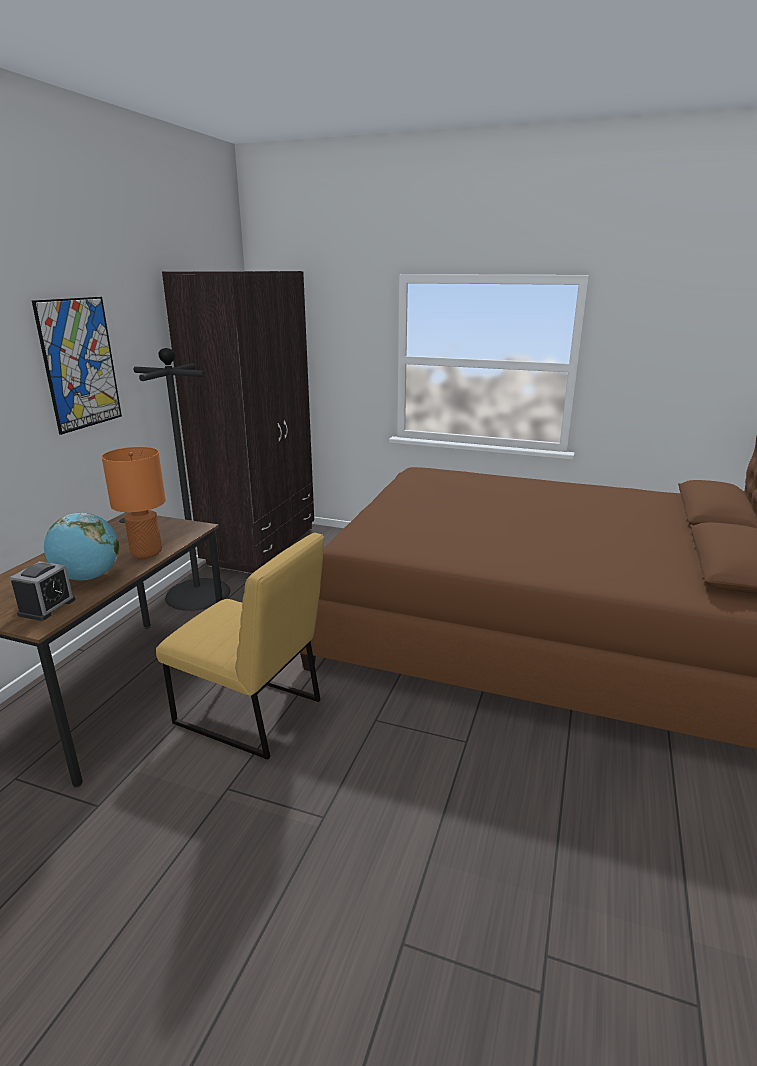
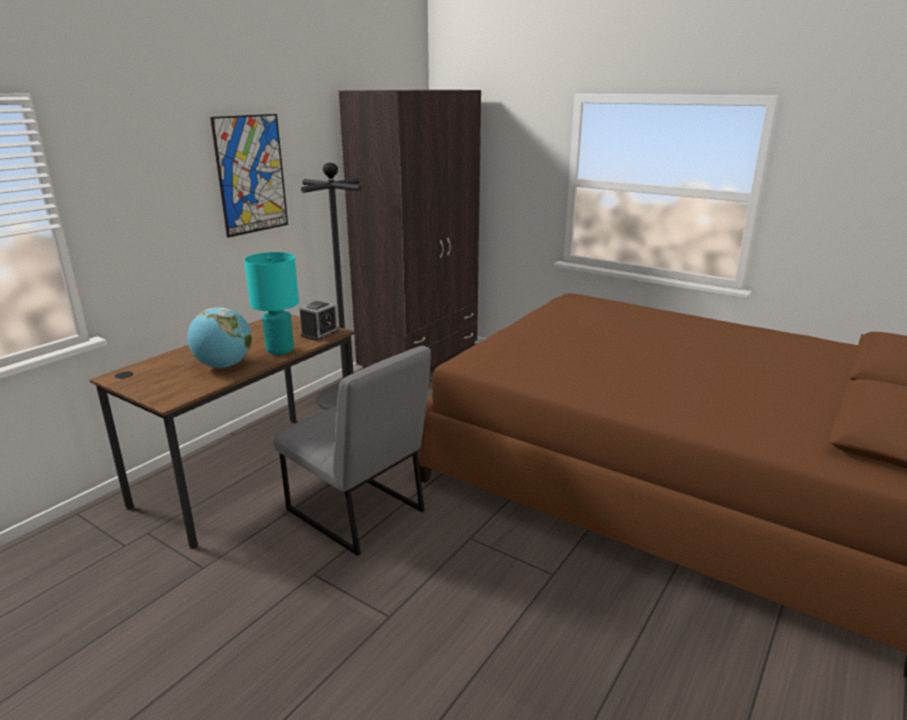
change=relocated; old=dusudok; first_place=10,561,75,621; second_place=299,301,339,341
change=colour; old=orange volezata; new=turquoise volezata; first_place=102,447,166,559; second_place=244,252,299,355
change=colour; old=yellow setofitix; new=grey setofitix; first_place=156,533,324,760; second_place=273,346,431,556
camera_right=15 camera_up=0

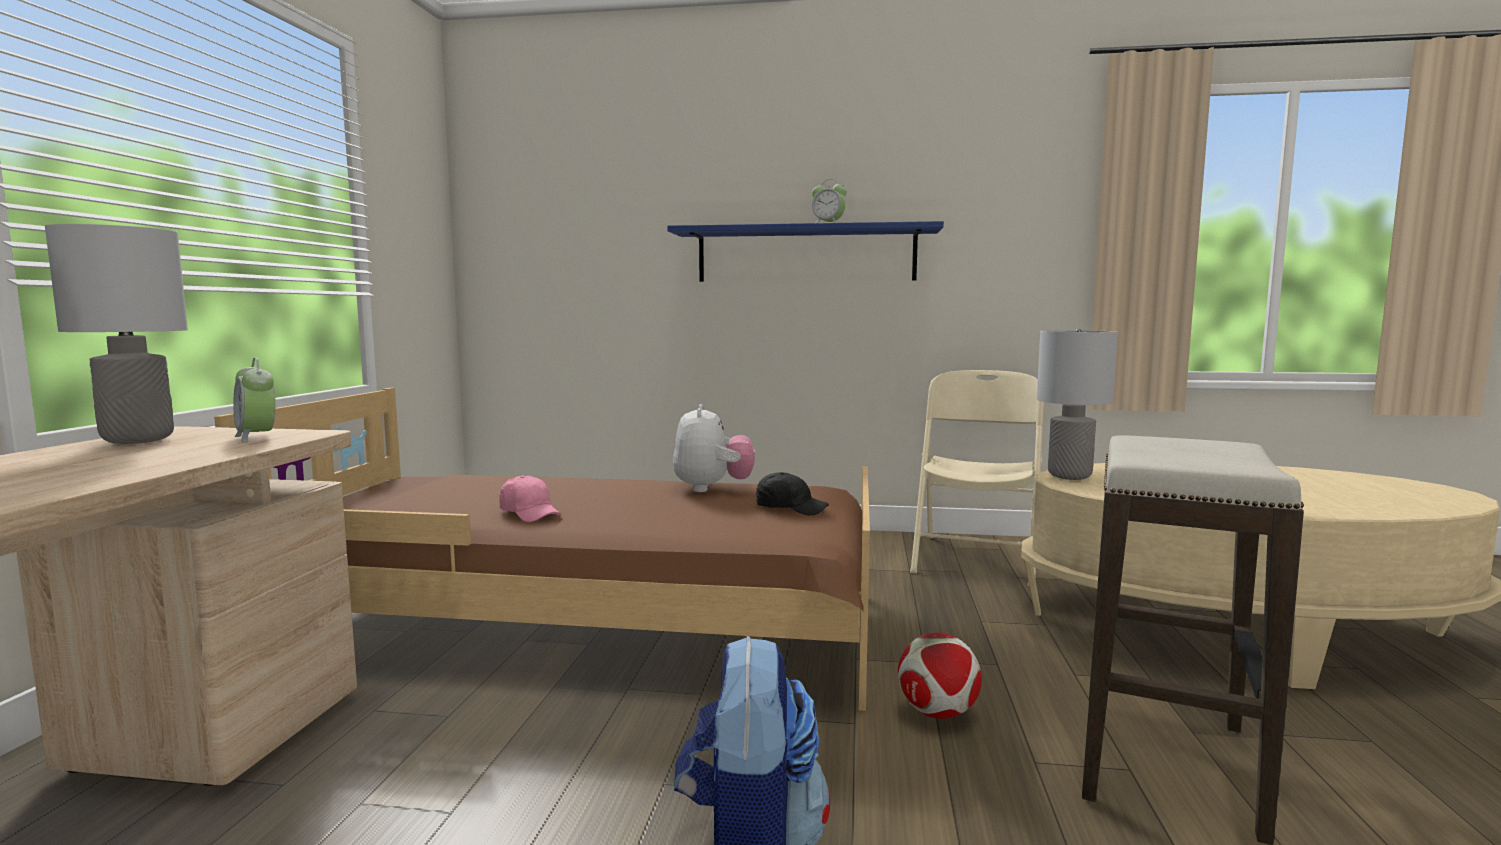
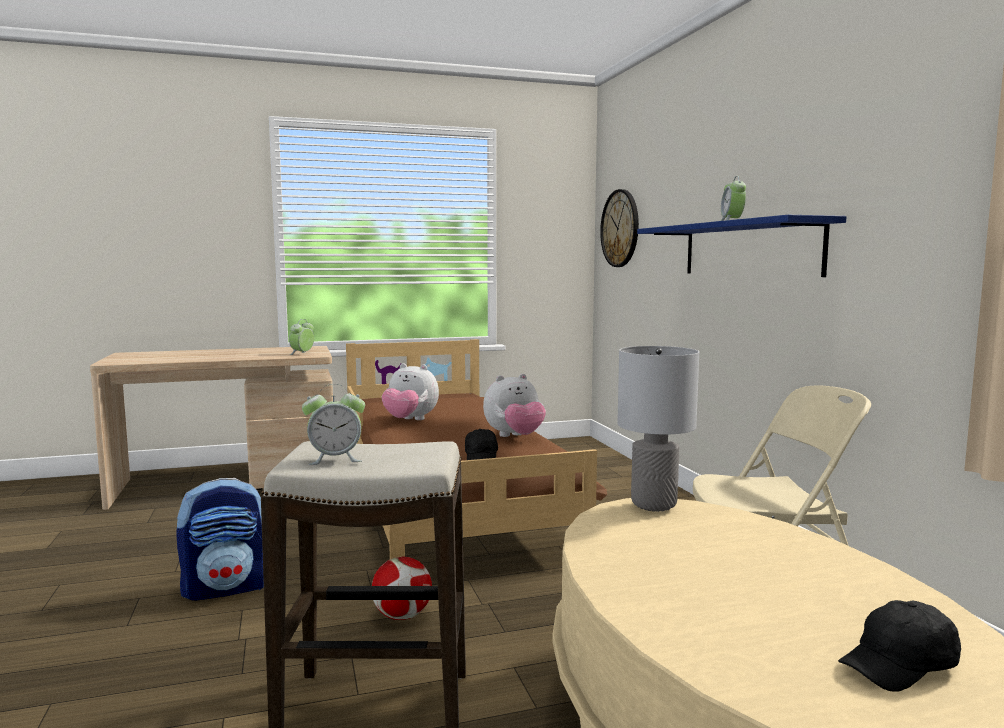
change=missing; old=grey volezata; first_place=45,224,188,444
change=appeared; new=dusudok; second_place=302,384,365,465
change=appeared; new=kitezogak; second_place=600,189,639,267
change=appeared; new=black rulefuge; second_place=838,600,961,692
change=exchanged; old=pink rulefuge; new=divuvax; first_place=499,476,561,522; second_place=382,363,439,420
camera_right=65 camera_up=0

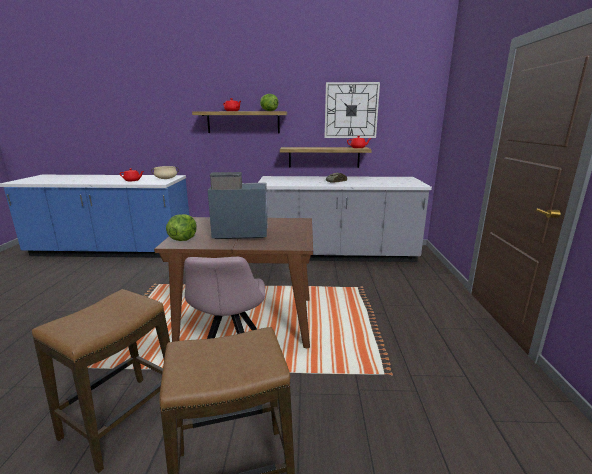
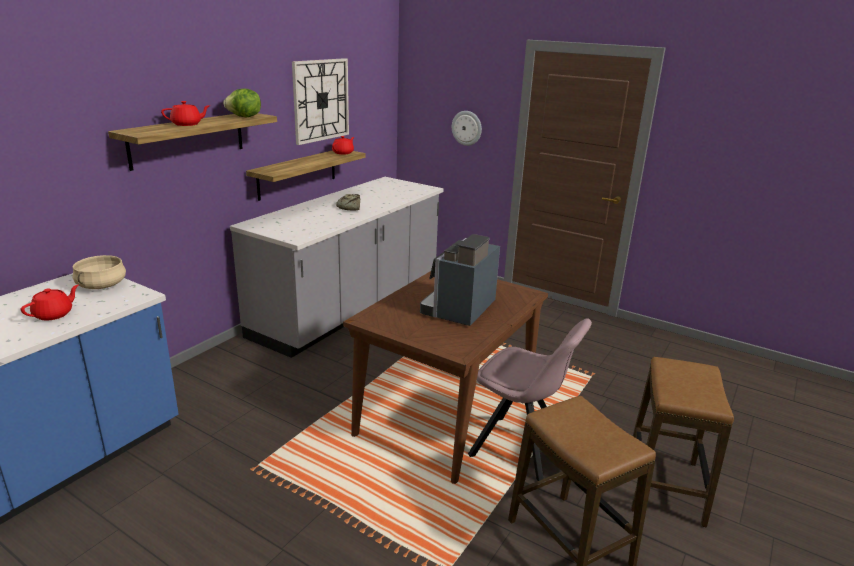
change=missing; old=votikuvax; first_place=166,214,197,241
change=appeared; new=kitezogak; second_place=452,111,482,146
camera_right=-60 camera_up=5

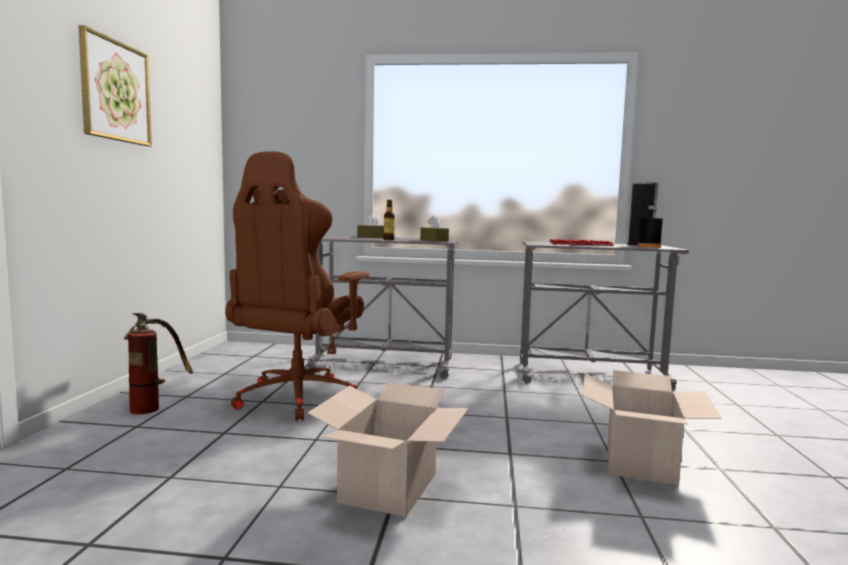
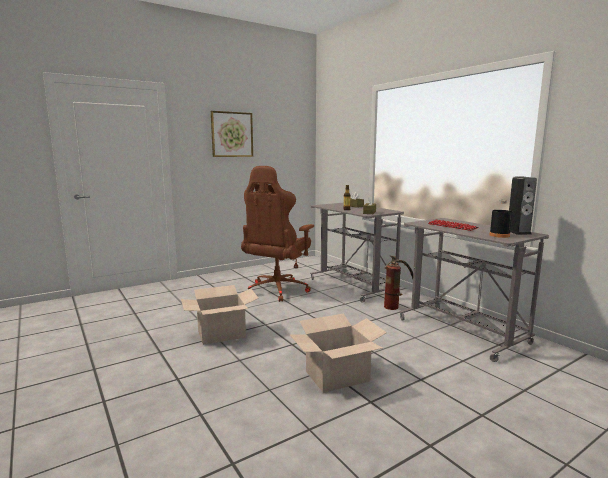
change=relocated; old=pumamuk; first_place=124,313,193,414; second_place=384,256,413,310
change=spun; old=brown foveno; first_place=225,151,370,421; second_place=241,166,314,302; degrees=-45
camera_right=50 camera_up=5

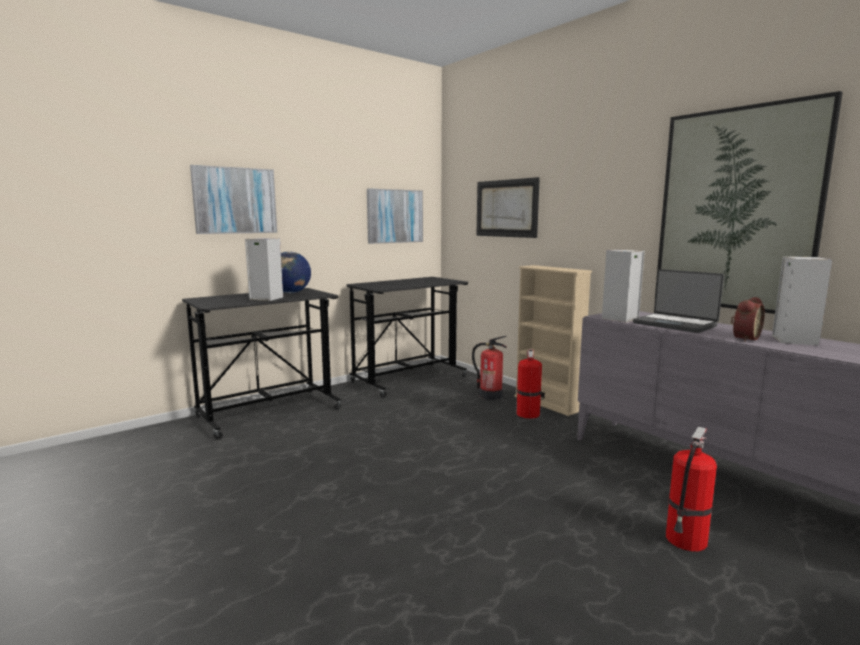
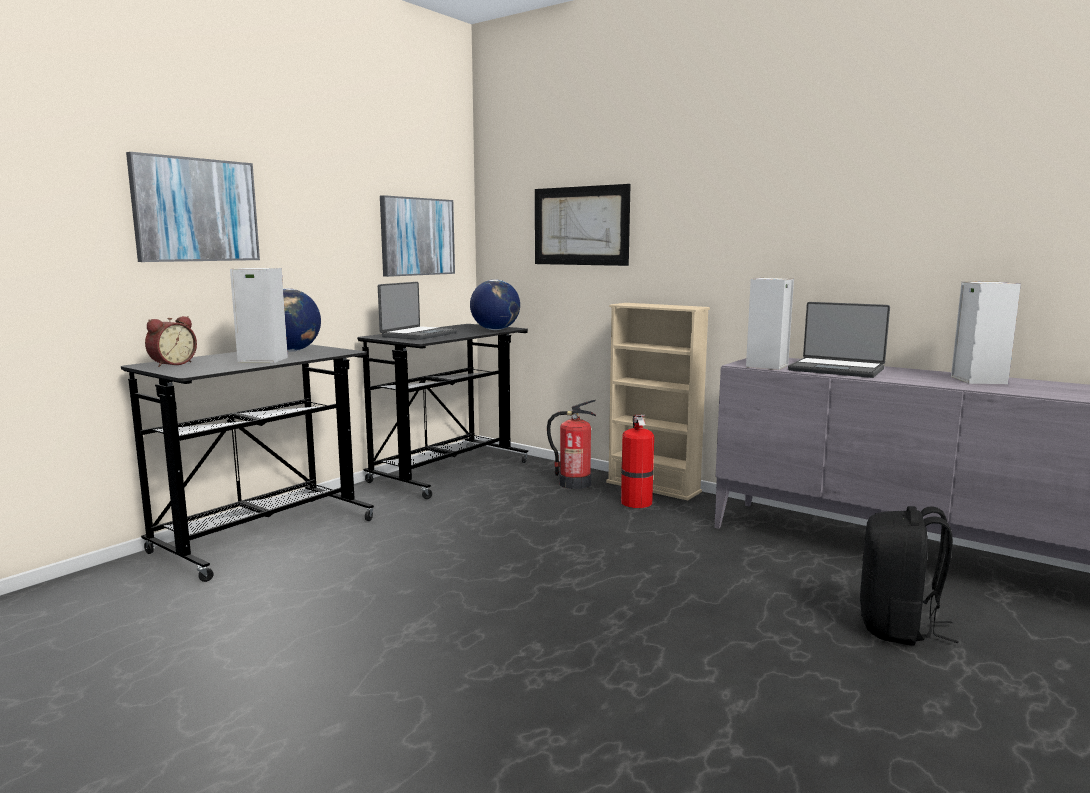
change=missing; old=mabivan; first_place=655,91,843,314
change=appeared; new=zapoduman; second_place=378,282,457,340
change=appeared; new=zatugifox; second_place=470,279,520,330
change=relocated; old=dusudok; first_place=731,297,765,342; second_place=145,316,197,367
change=exchanged; old=pumamuk; new=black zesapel; first_place=666,427,717,551; second_place=860,506,959,646
camera_right=-15 camera_up=0

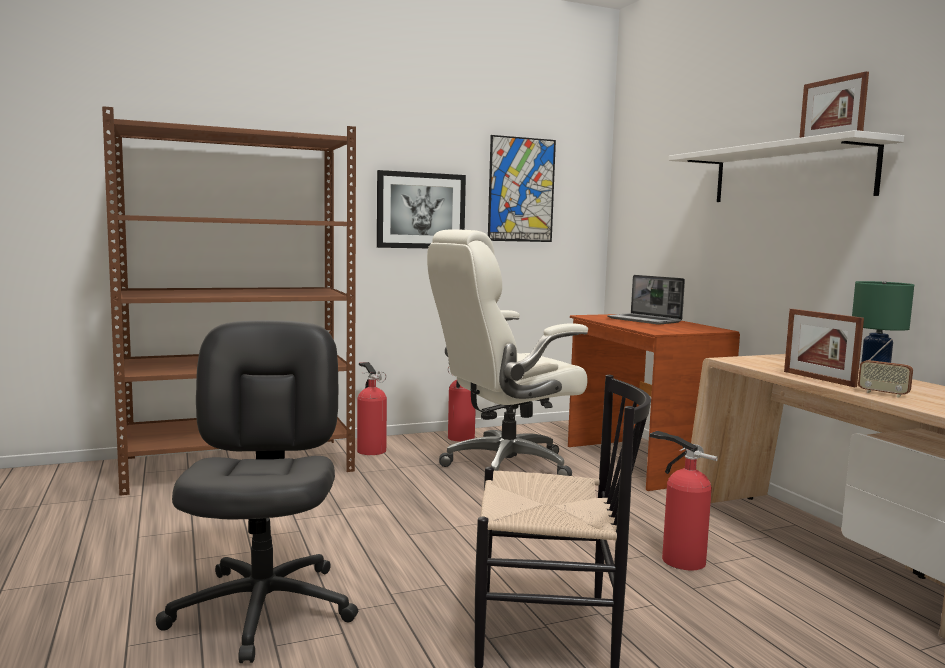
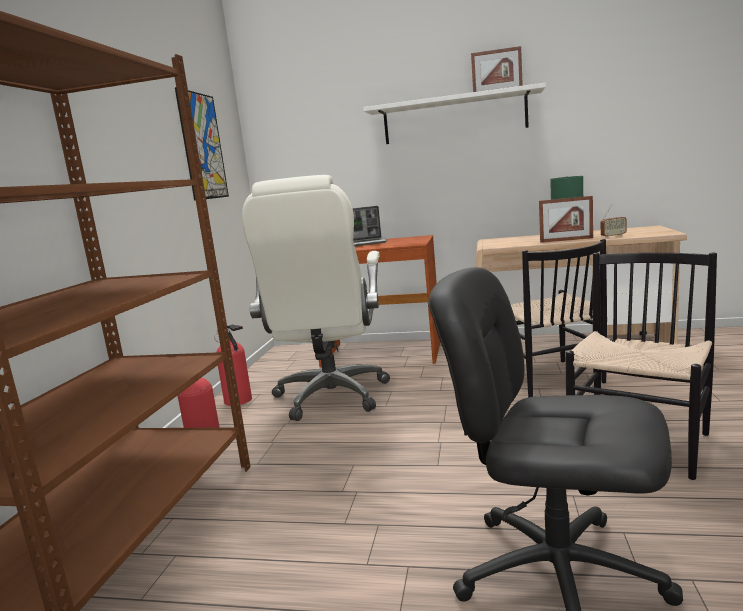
change=missing; old=mabivan; first_place=377,170,466,248
change=exchanged; old=pumamuk; new=black setofitix; first_place=650,431,718,570; second_place=511,239,607,397
camera_right=-55 camera_up=5

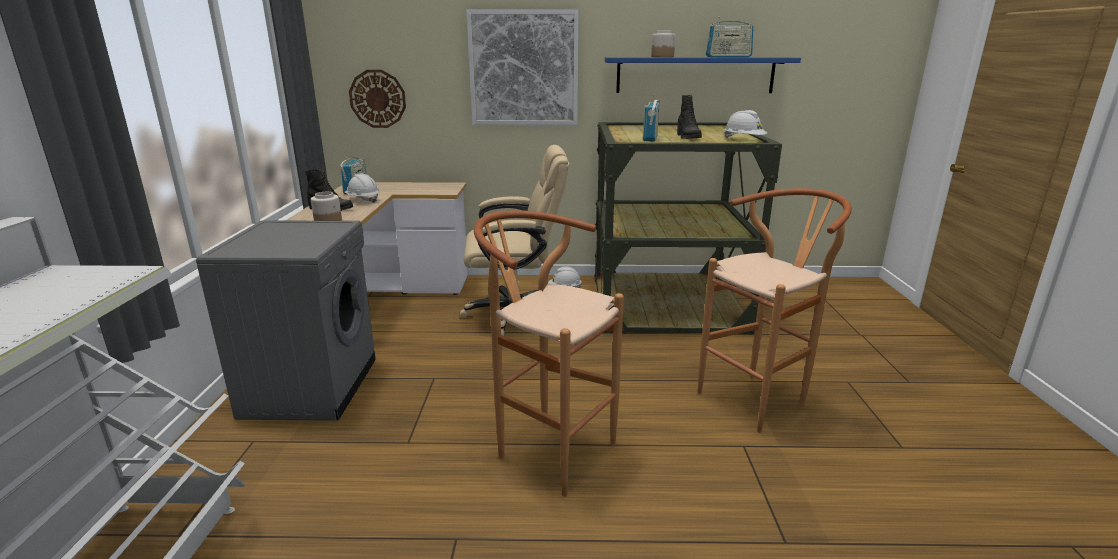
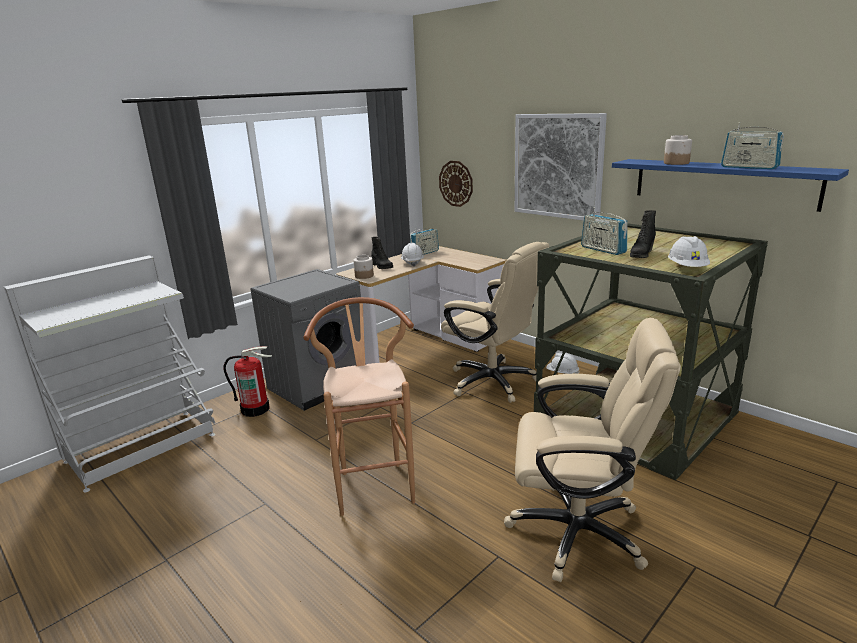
change=appeared; new=pumamuk; second_place=223,346,272,417
change=exchanged; old=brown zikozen; new=beige foveno; first_place=698,188,852,433; second_place=504,318,681,582
change=spun; old=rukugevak; first_place=643,95,660,142; second_place=581,207,628,255; degrees=-90
camera_right=45 camera_up=0

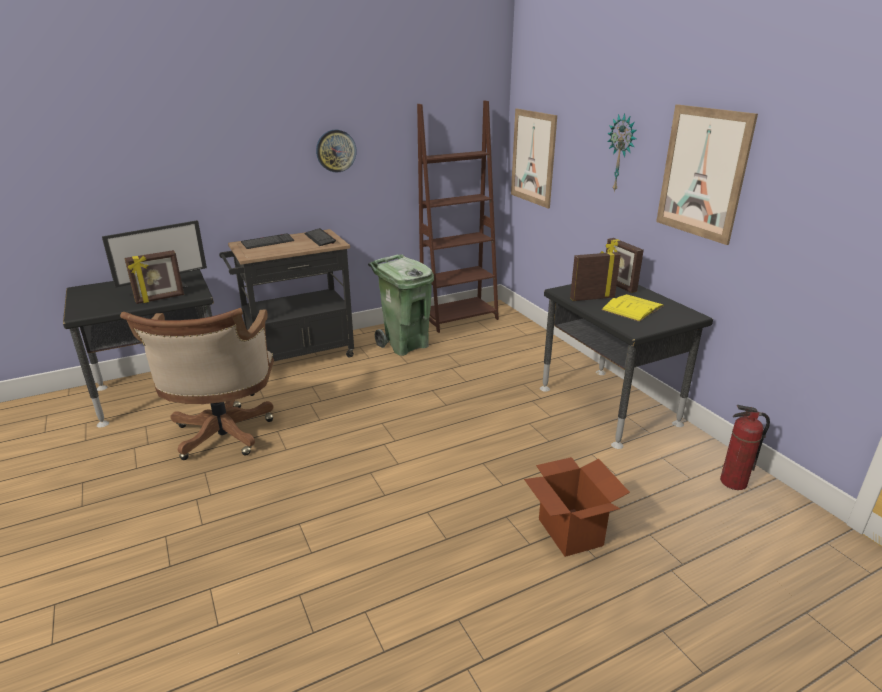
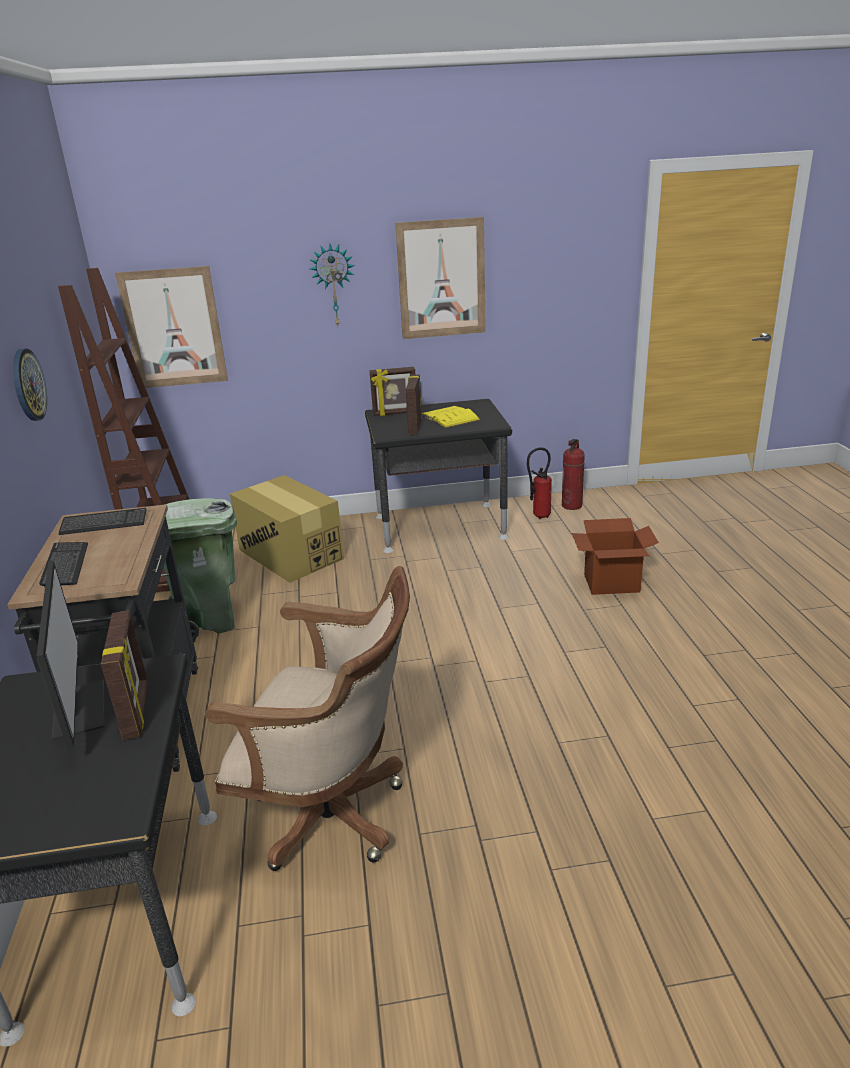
change=appeared; new=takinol; second_place=230,475,344,583
change=appeared; new=pumamuk; second_place=527,448,552,519
camera_right=-70 camera_up=0

